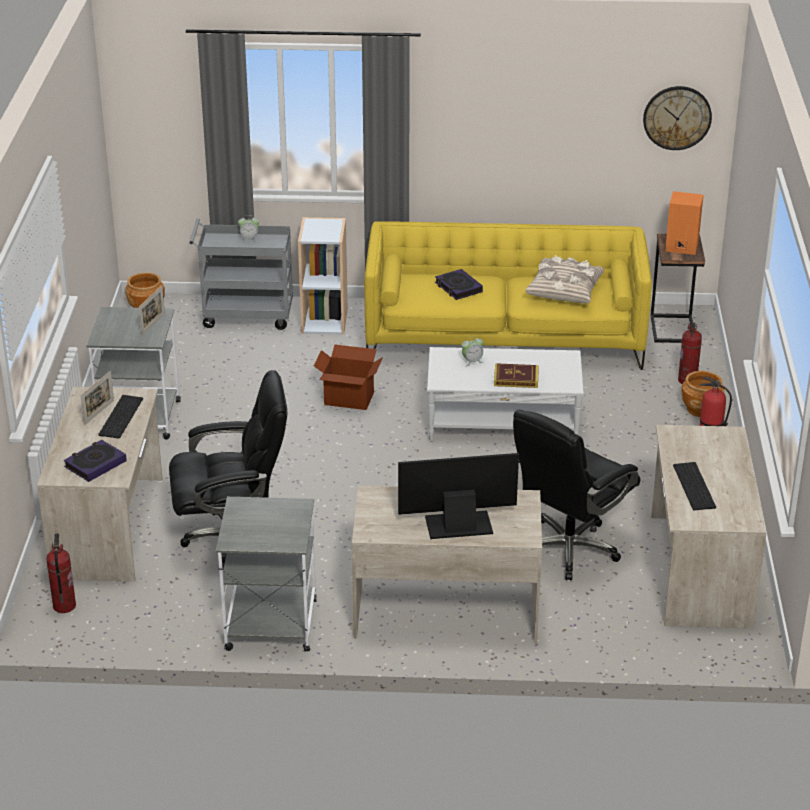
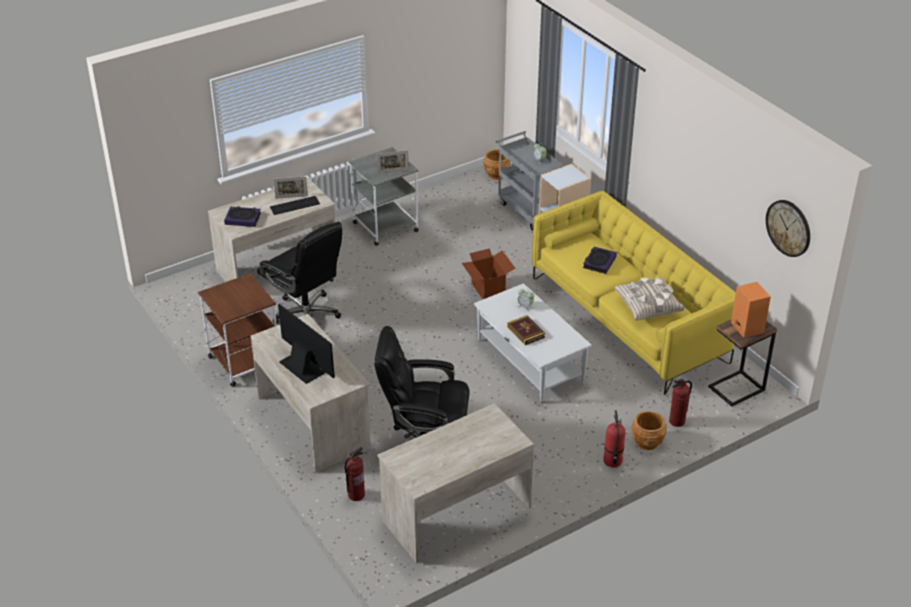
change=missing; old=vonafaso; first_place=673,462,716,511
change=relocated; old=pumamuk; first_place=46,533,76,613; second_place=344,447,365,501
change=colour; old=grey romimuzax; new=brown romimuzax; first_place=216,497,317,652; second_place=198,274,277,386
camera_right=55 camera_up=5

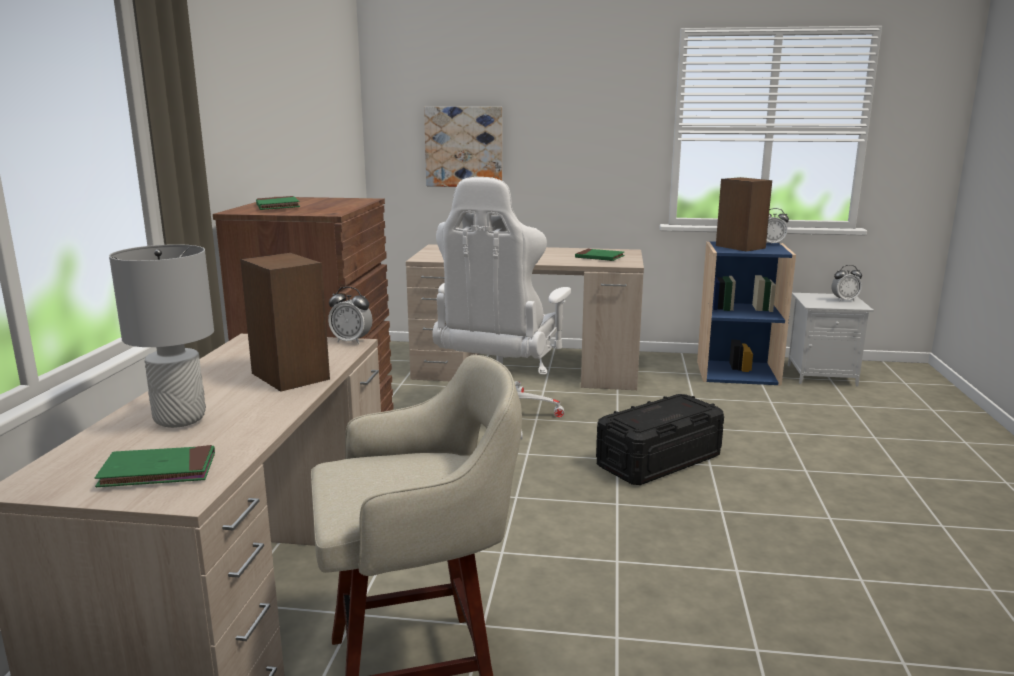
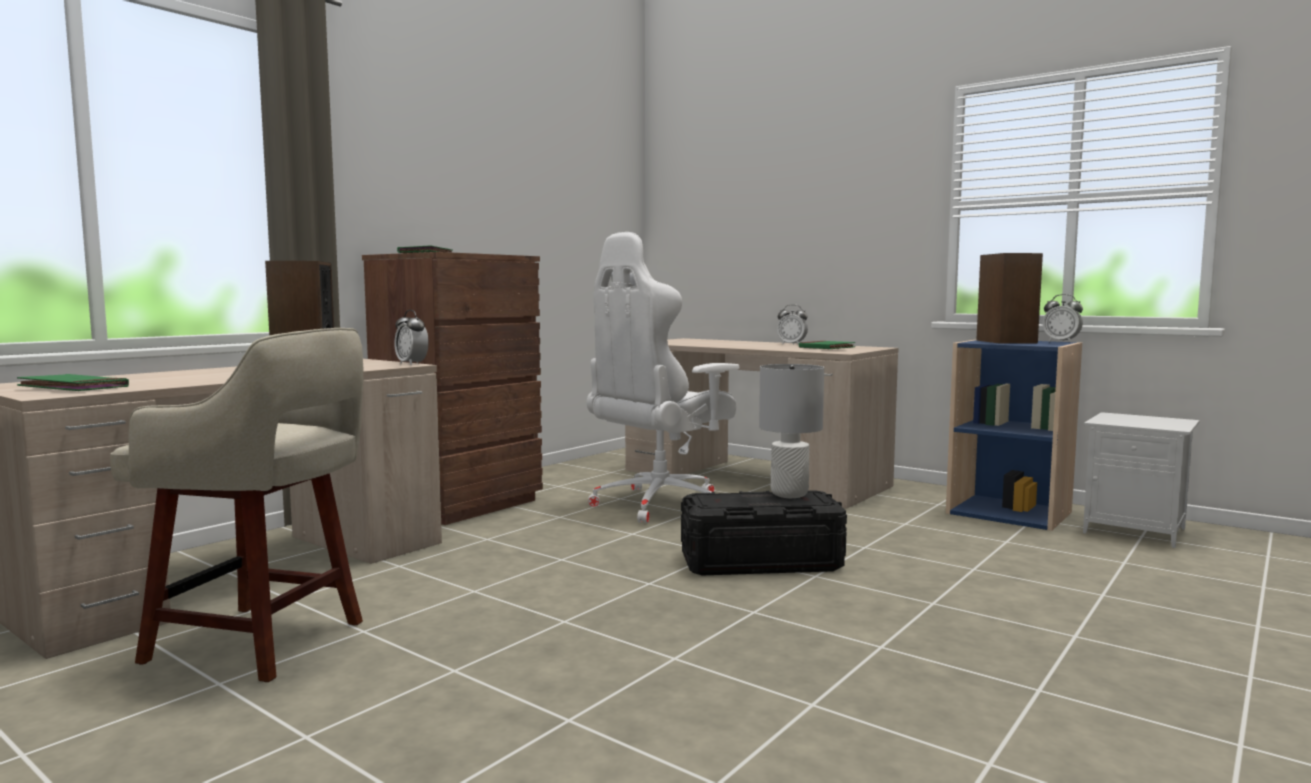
change=missing; old=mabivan; first_place=424,107,502,187
change=relocated; old=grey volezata; first_place=109,244,214,428; second_place=759,364,824,498
change=relocated; old=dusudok; first_place=831,265,862,302; second_place=777,304,808,345
camera_right=30 camera_up=-10

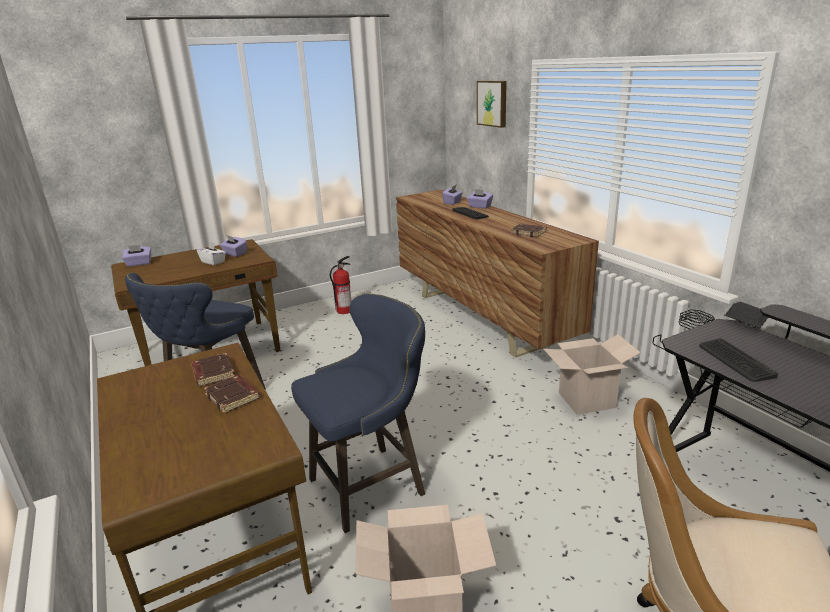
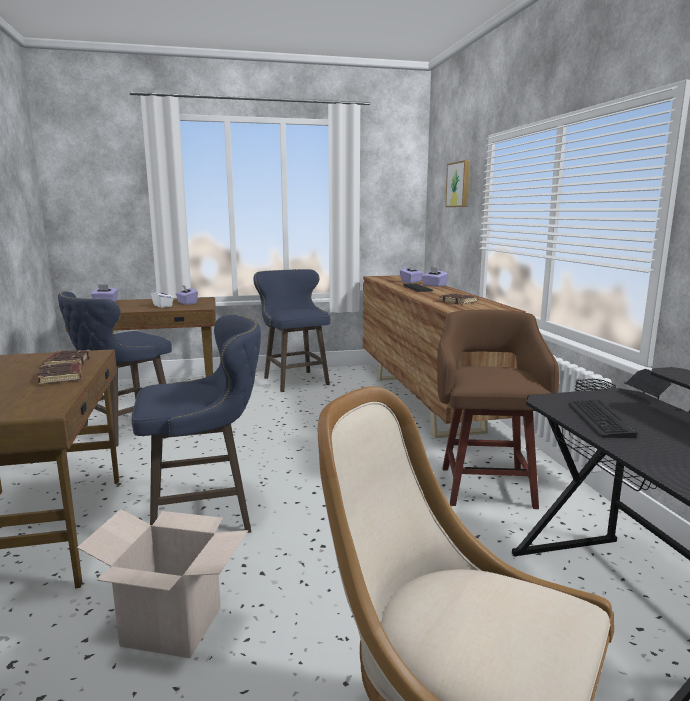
change=exchanged; old=pumamuk; new=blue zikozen; first_place=330,256,352,314; second_place=253,269,330,392
change=exchanged; old=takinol; new=brown zikozen; first_place=544,334,641,415; second_place=437,310,559,509
camera_right=15 camera_up=-10

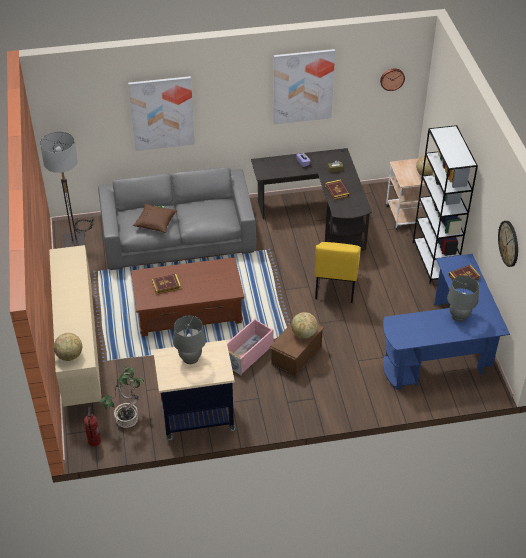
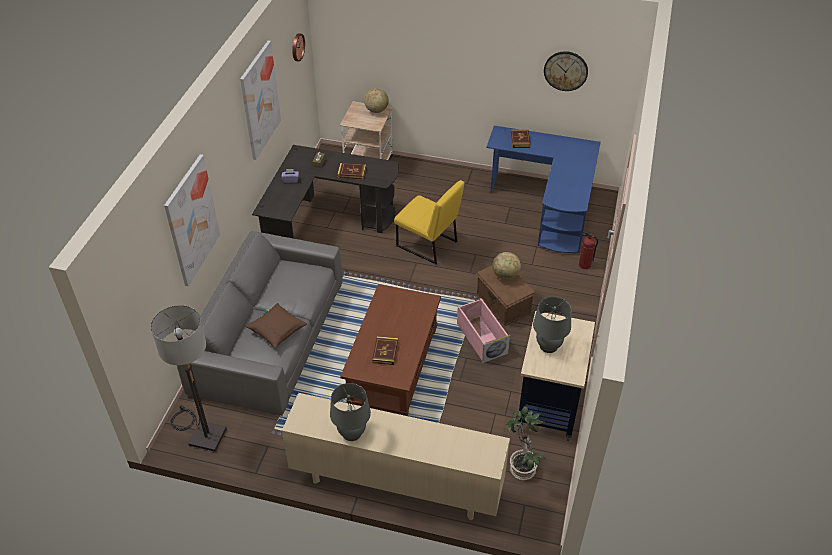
change=missing; old=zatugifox; first_place=54,333,82,361
change=missing; old=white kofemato; first_place=413,125,478,284
change=relocated; old=pumamuk; first_place=84,407,101,447; second_place=579,231,598,269
change=relocated; old=grey volezata; first_place=447,275,479,322; second_place=330,383,371,441
camera_right=-65 camera_up=0

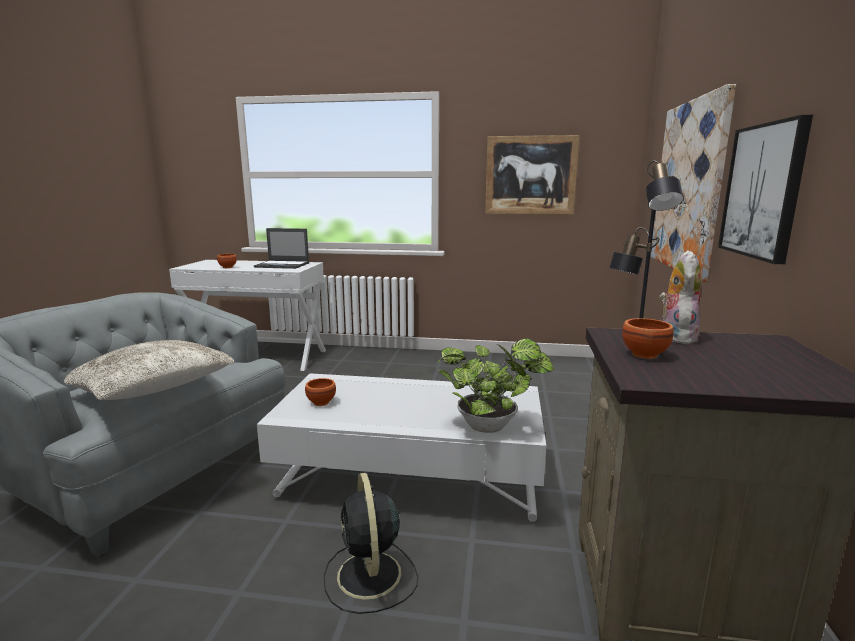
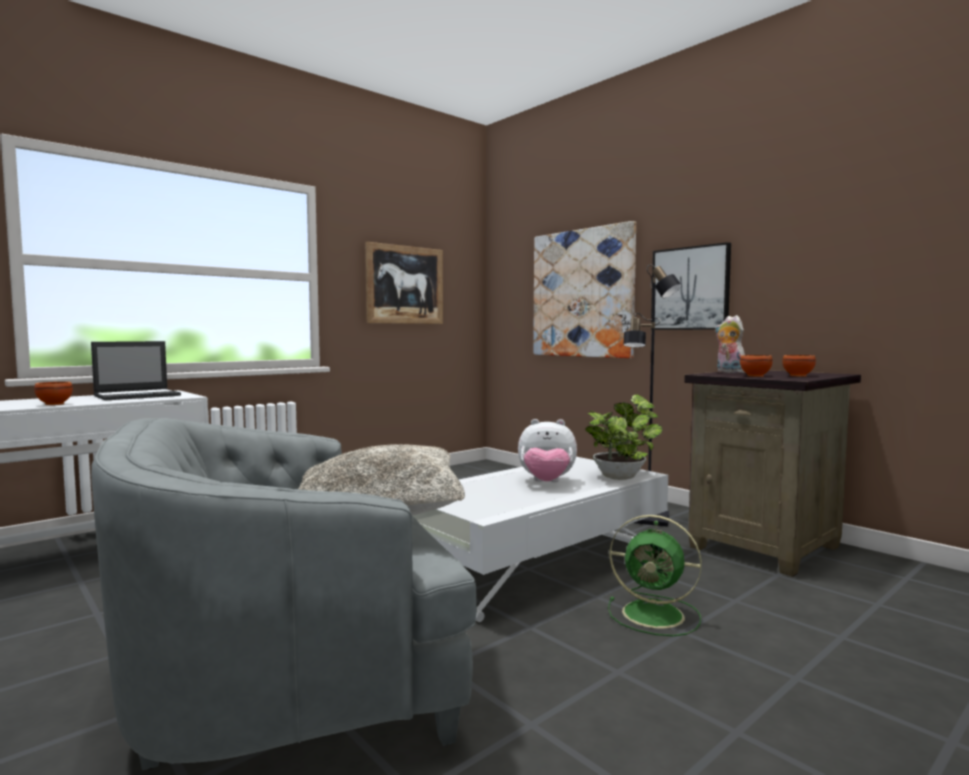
change=appeared; new=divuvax; second_place=518,419,577,482
change=relocated; old=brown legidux; first_place=305,378,336,406; second_place=782,355,816,377
change=colour; old=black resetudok; new=green resetudok; first_place=324,473,418,614; second_place=608,515,702,636
camera_right=-50 camera_up=-10

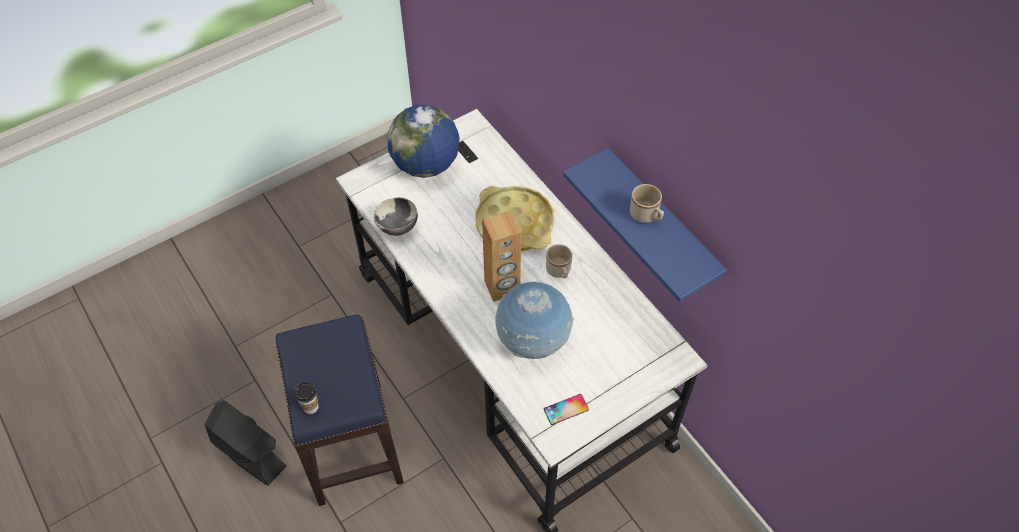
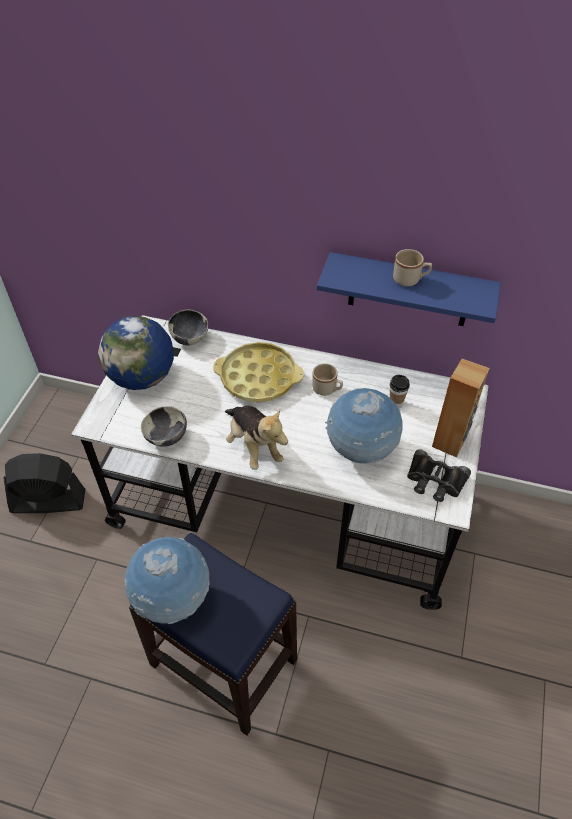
change=appeared; new=zatugifox; second_place=124,537,210,624
change=appeared; new=legidux; second_place=168,309,209,346
change=appeared; new=divuvax; second_place=225,406,288,470
change=relocated; old=black resetudok; first_place=205,400,287,486; second_place=3,453,86,513
change=relocated; old=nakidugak; first_place=295,382,318,414; second_place=390,375,410,408
change=relocated; old=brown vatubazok; first_place=482,211,521,302; second_place=432,358,489,457
change=exchanged; old=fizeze; new=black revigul; first_place=544,394,589,425; second_place=407,449,471,502
camera_right=-40 camera_up=-5

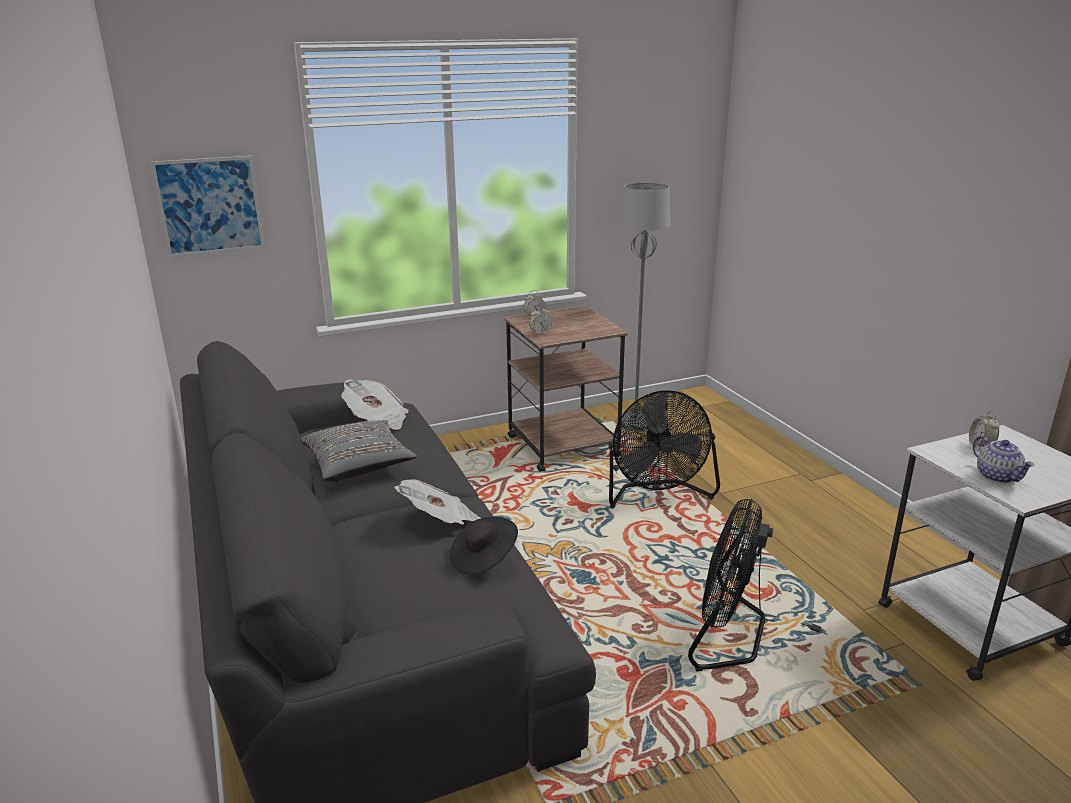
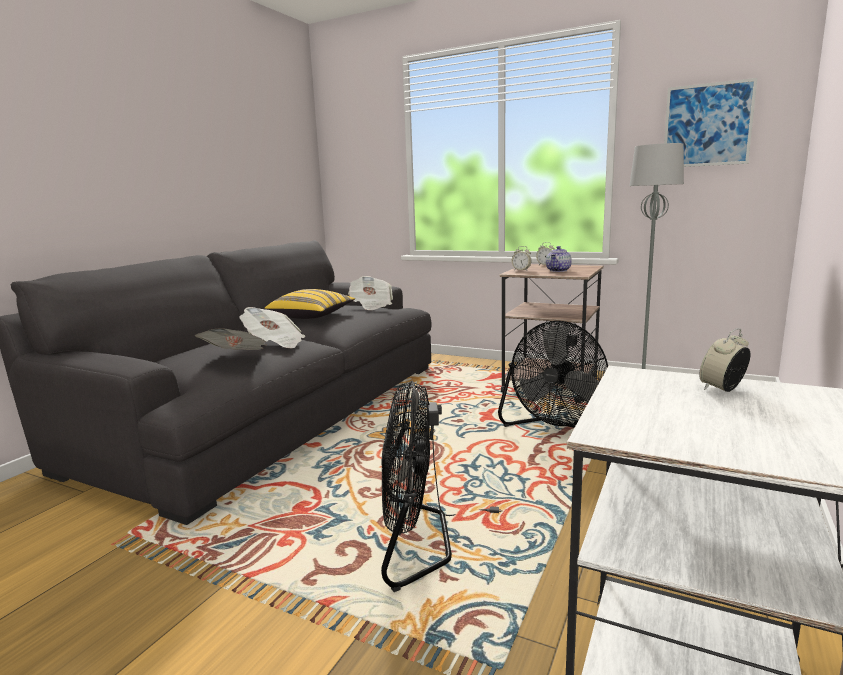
change=relocated; old=mabivan; first_place=151,156,265,257; second_place=664,78,757,167
change=relocated; old=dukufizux; first_place=973,436,1035,483; second_place=546,246,572,272
change=exchanged; old=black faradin; new=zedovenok; first_place=450,517,518,575; second_place=195,328,266,350
change=colour; old=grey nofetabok; new=yellow nofetabok; first_place=301,420,417,481; second_place=264,289,355,319
change=spun; old=black resetudok; first_place=688,499,823,672; second_place=381,381,502,592; degrees=-75
camera_right=50 camera_up=-10

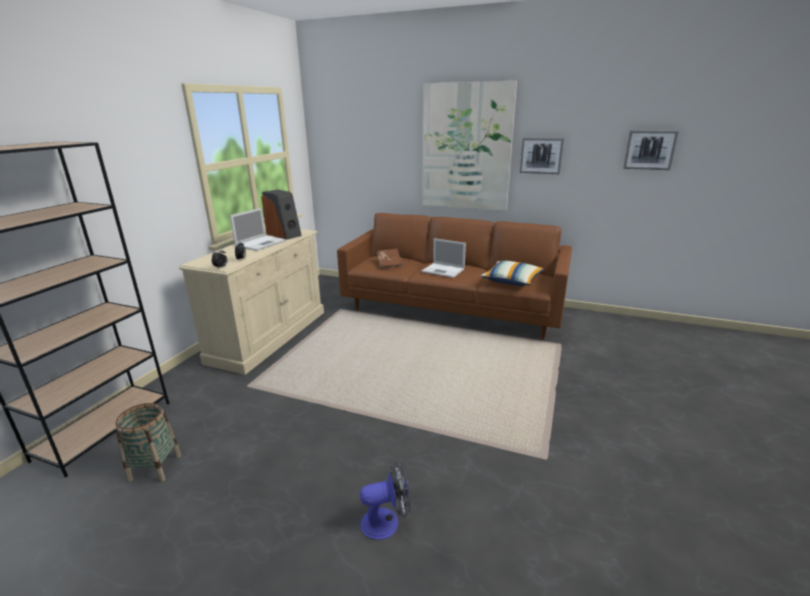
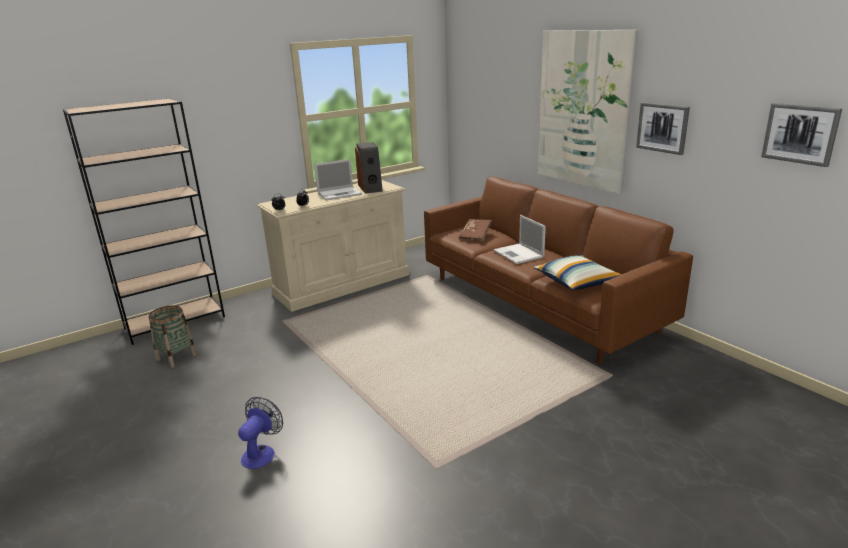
change=spun; old=resetudok; first_place=360,462,410,540; second_place=238,397,283,469; degrees=-90
camera_right=35 camera_up=0

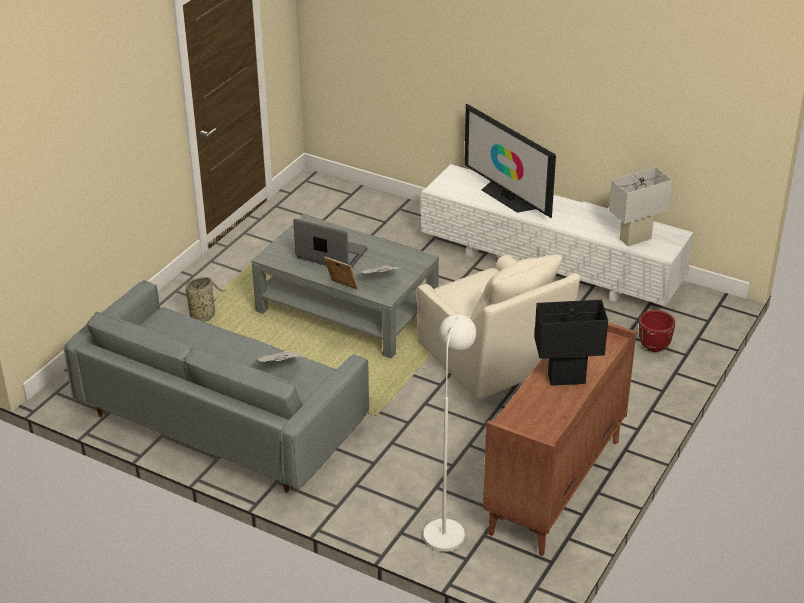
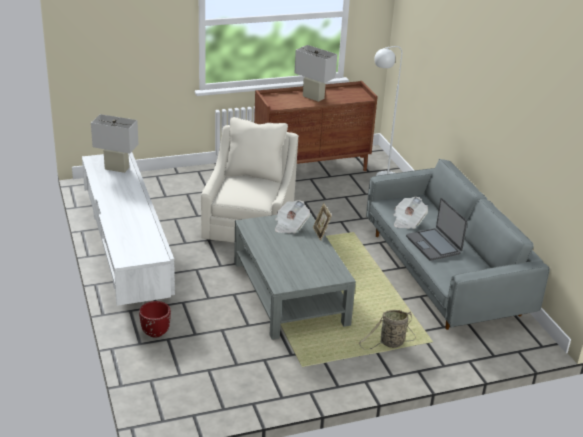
change=missing; old=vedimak; first_place=464,104,556,218
change=relocated; old=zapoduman; first_place=293,219,367,267; second_place=406,198,467,261
change=relocated; old=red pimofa; first_place=639,310,675,352; second_place=139,301,171,338
change=colour; old=black volezata; new=white volezata; first_place=534,300,608,386; second_place=295,45,337,102
camera_right=-140 camera_up=-5

